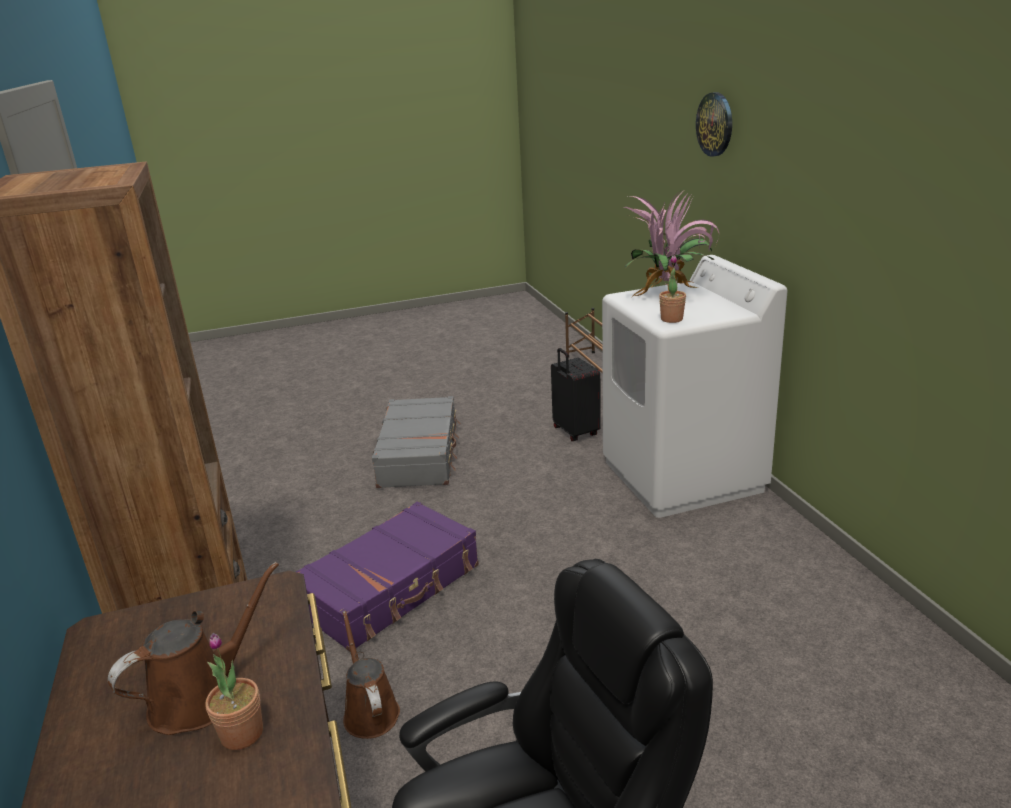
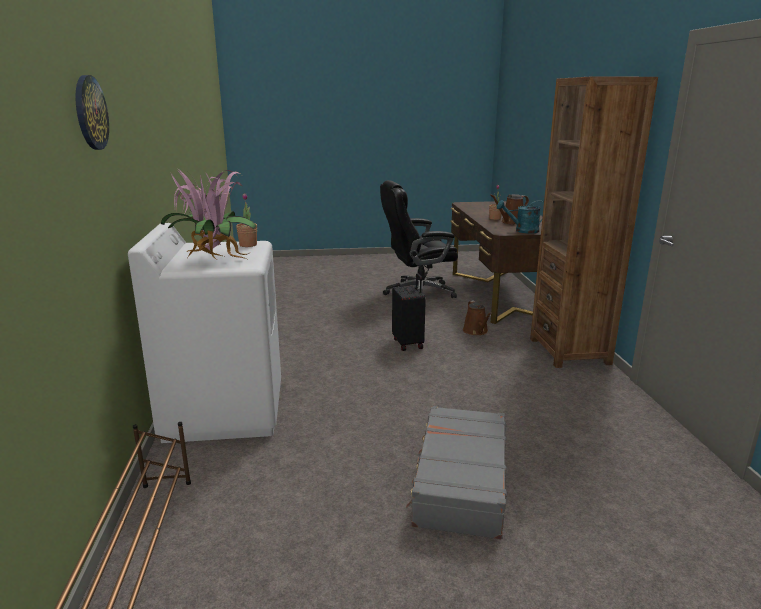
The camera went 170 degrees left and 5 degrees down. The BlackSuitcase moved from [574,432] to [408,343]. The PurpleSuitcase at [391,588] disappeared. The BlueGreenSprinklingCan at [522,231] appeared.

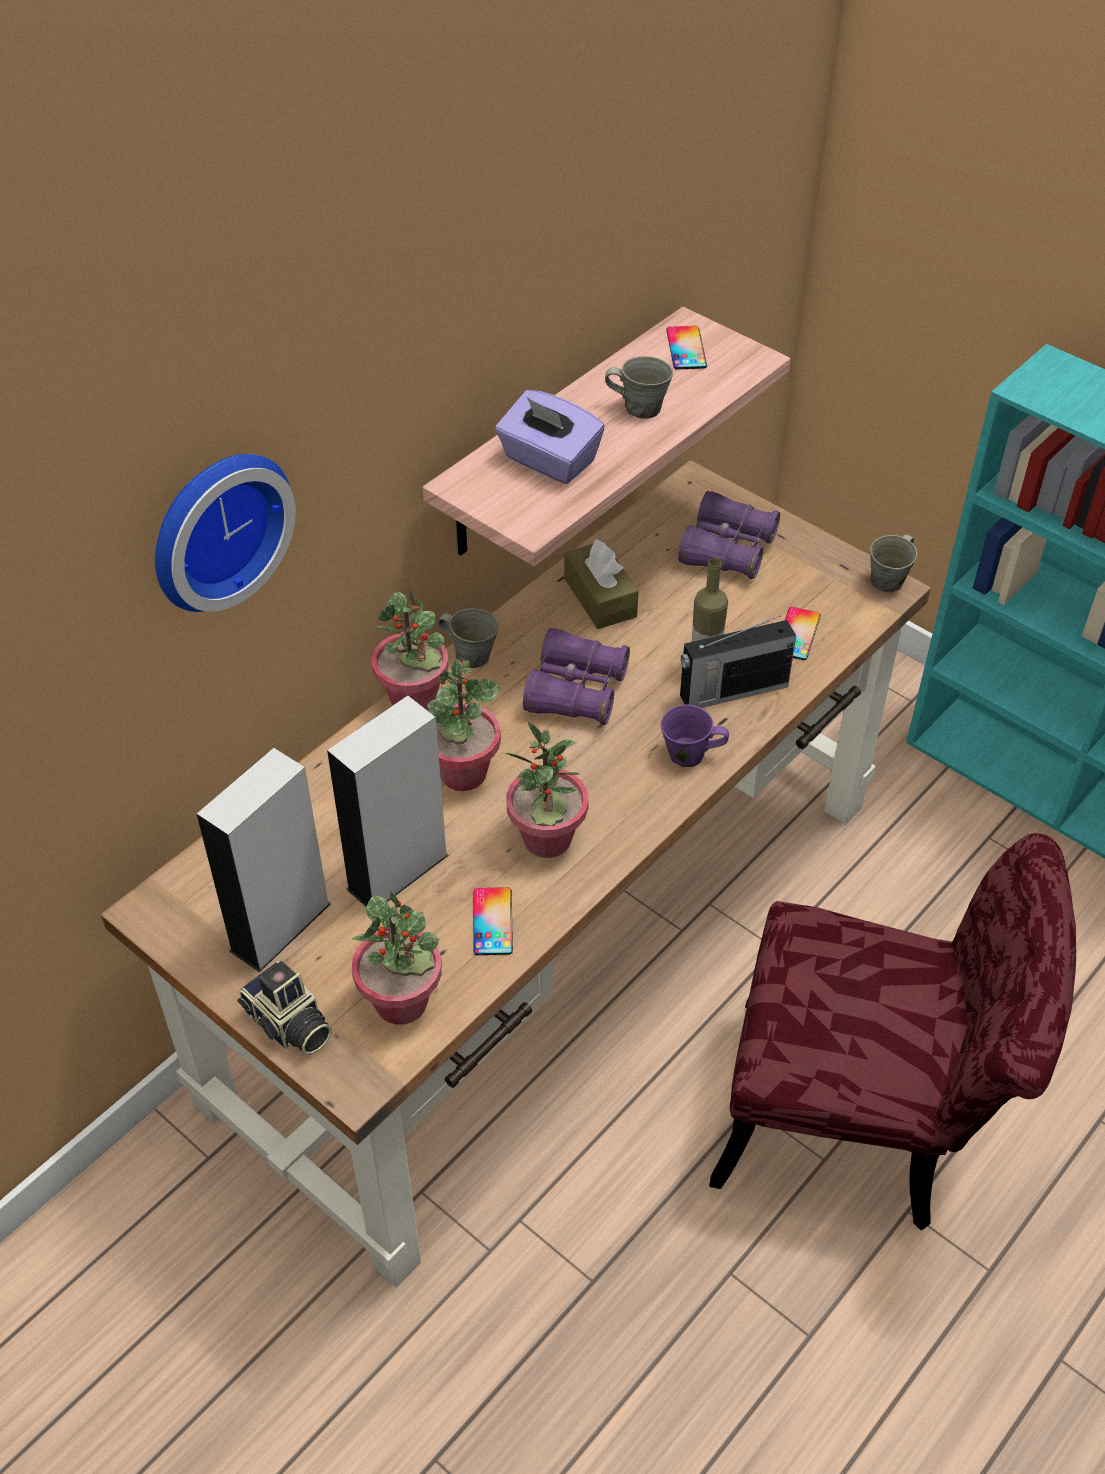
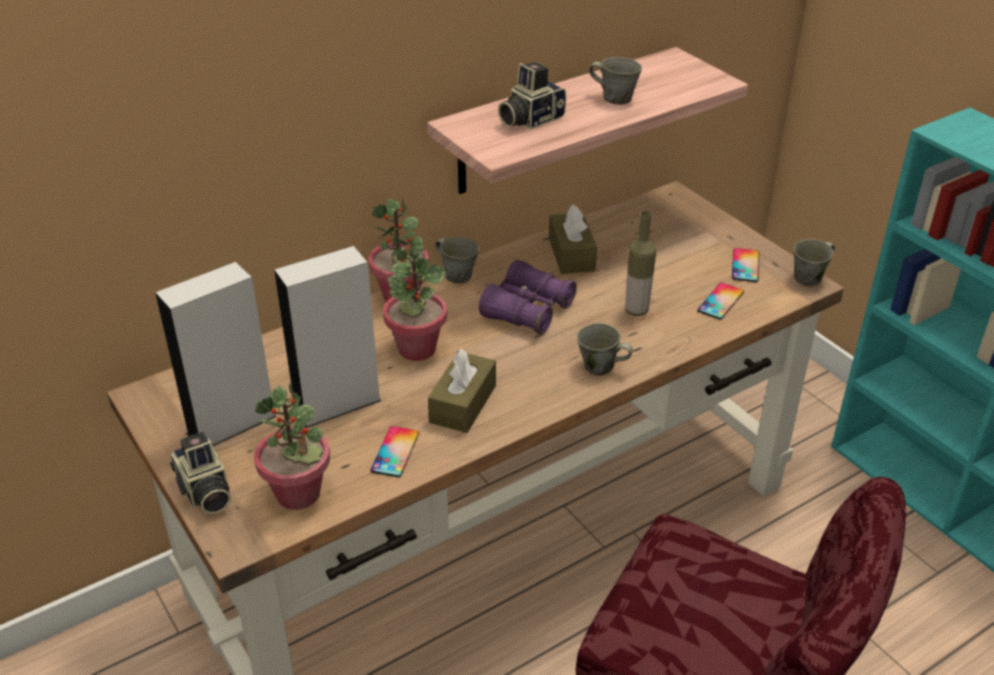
The camera went 15 degrees right and 10 degrees down. The Handset moved from [686,348] to [745,265]. The PurpleBoxOfTissues at [549,461] was replaced by the StillCamera at [529,119]. The WallClock at [214,527] disappeared. The PurpleFieldGlasses at [727,550] disappeared. The RadioSet at [731,691] disappeared. The PurpleCoffeeMug at [689,755] became the GreyishCoffeeMug at [600,367]. The PlantInAPot at [547,839] was replaced by the BrownBoxOfTissues at [463,404].

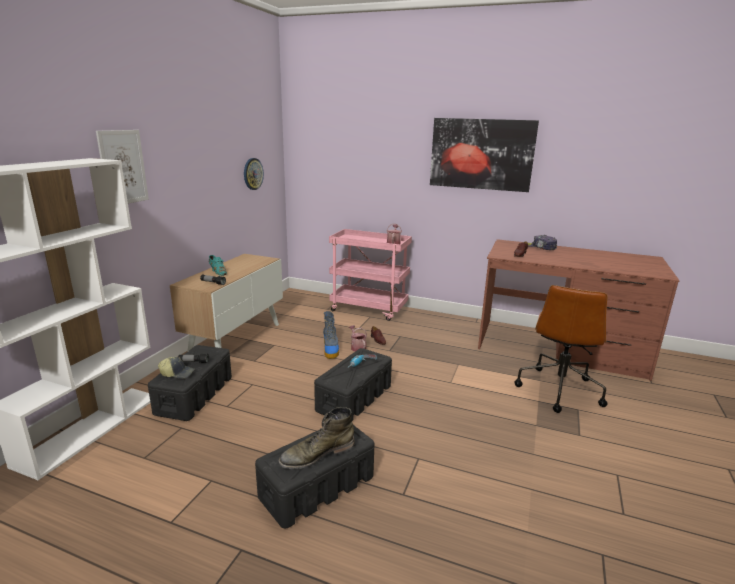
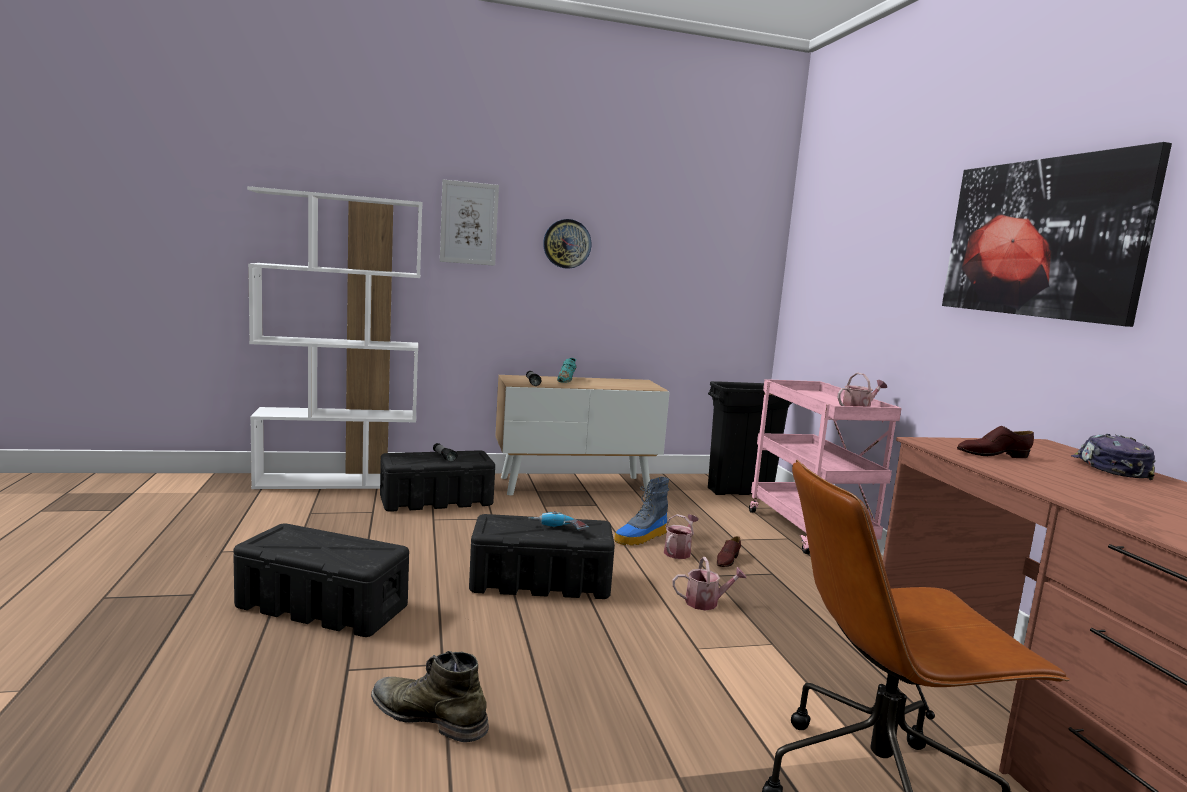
The camera went 55 degrees right and 10 degrees down. The WallClock moved from [253,174] to [567,243]. The BaseballCap at [177,373] disappeared. The GreenColouredHighTopBoot moved from [317,454] to [428,716]. The BlackRubbishBin at [739,492] appeared. The SprinklingCan at [706,602] appeared.

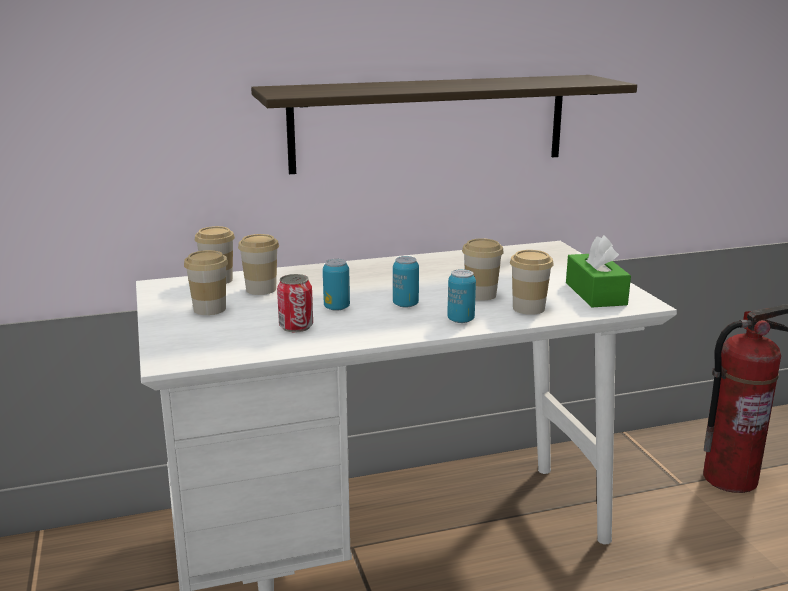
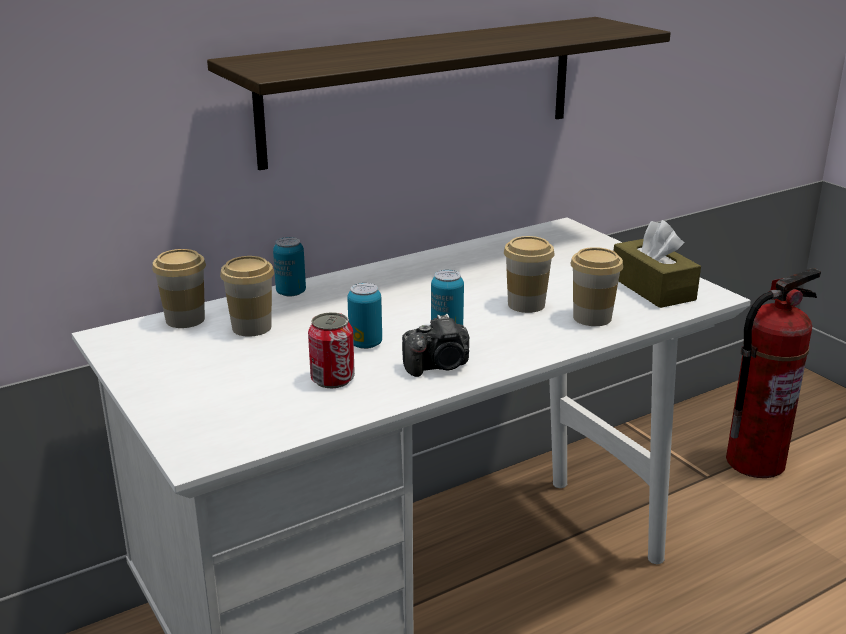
The camera went 15 degrees left and 5 degrees up. The GreenColouredBoxOfTissues at [595,294] became the BrownBoxOfTissues at [652,288]. The Cup at [209,309] disappeared. The SealedCan moved from [460,320] to [291,292]. The StillCamera at [439,366] appeared.

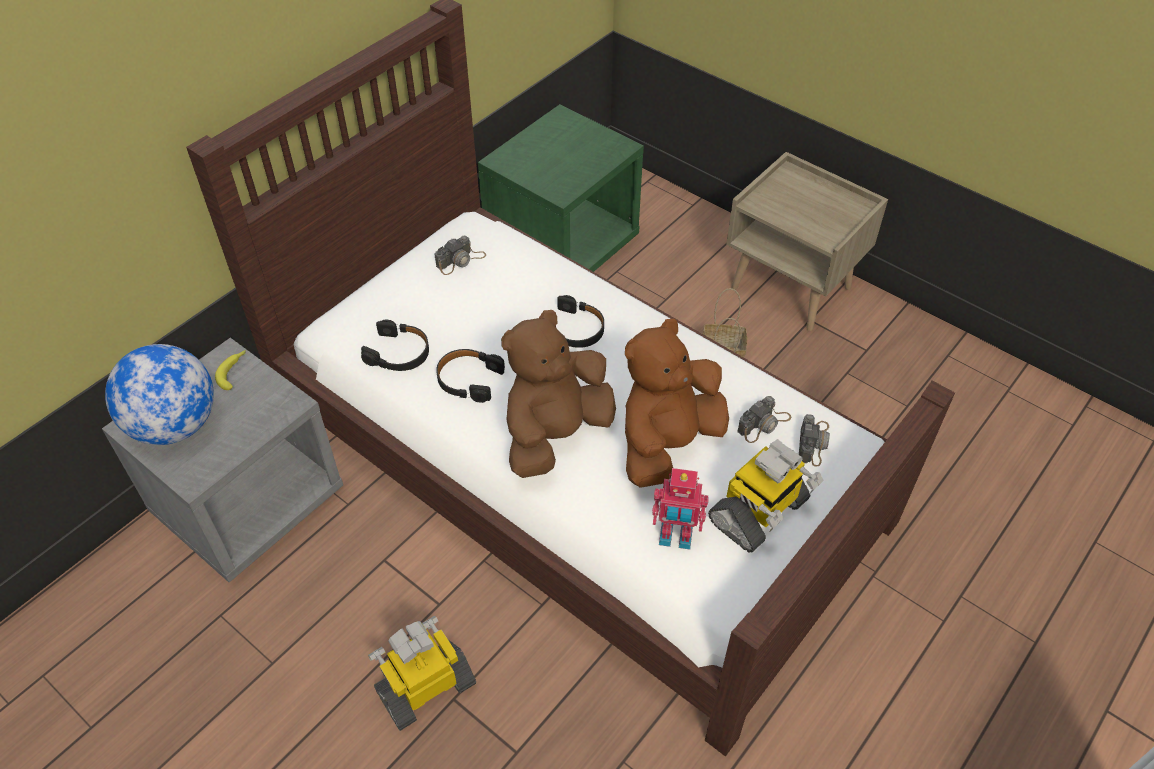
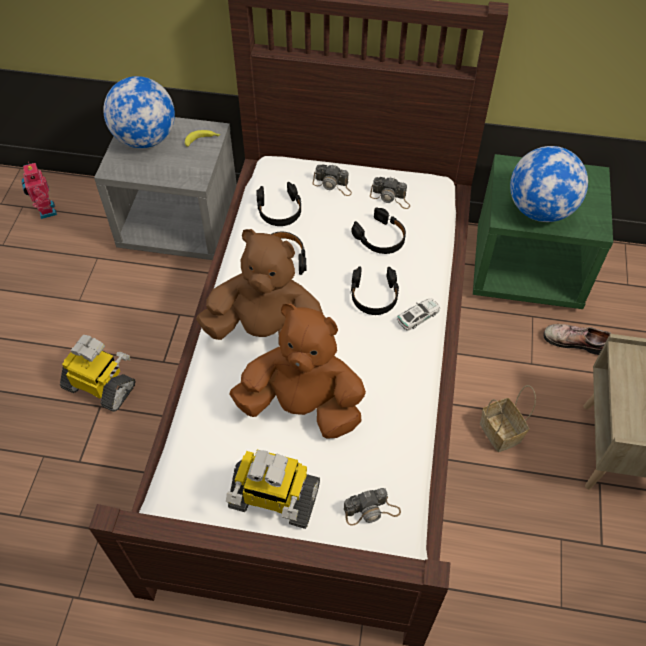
The camera went 60 degrees right and 5 degrees up. The StillCamera moved from [764,424] to [333,185]. The RobotFigure moved from [675,537] to [45,211]. The WorldGlobe at [540,210] appeared. The BlackHeadset at [380,238] appeared. The ToyCar at [418,316] appeared. The LowShoe at [576,340] appeared.

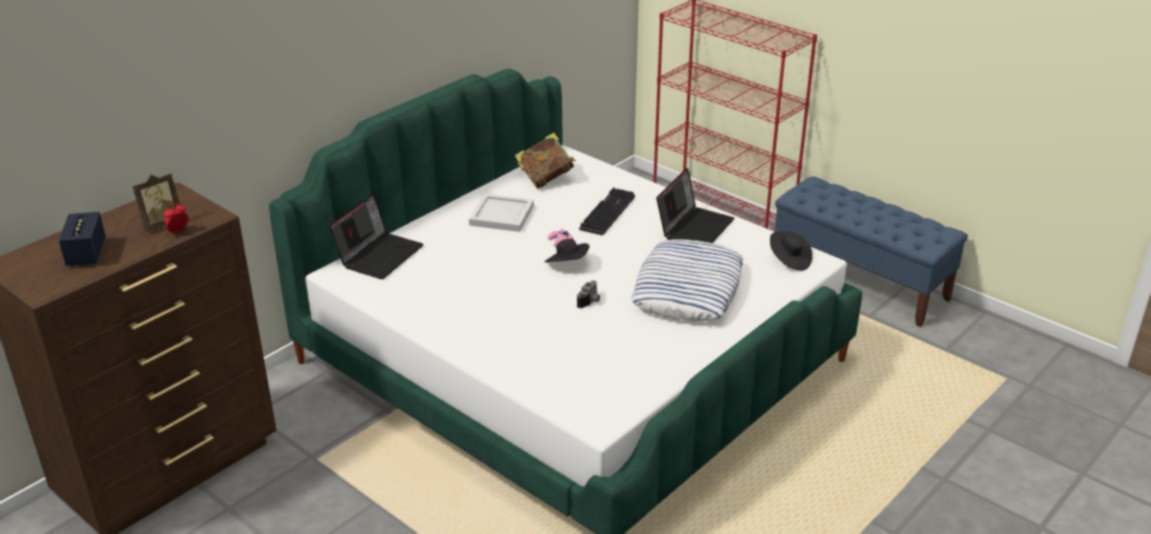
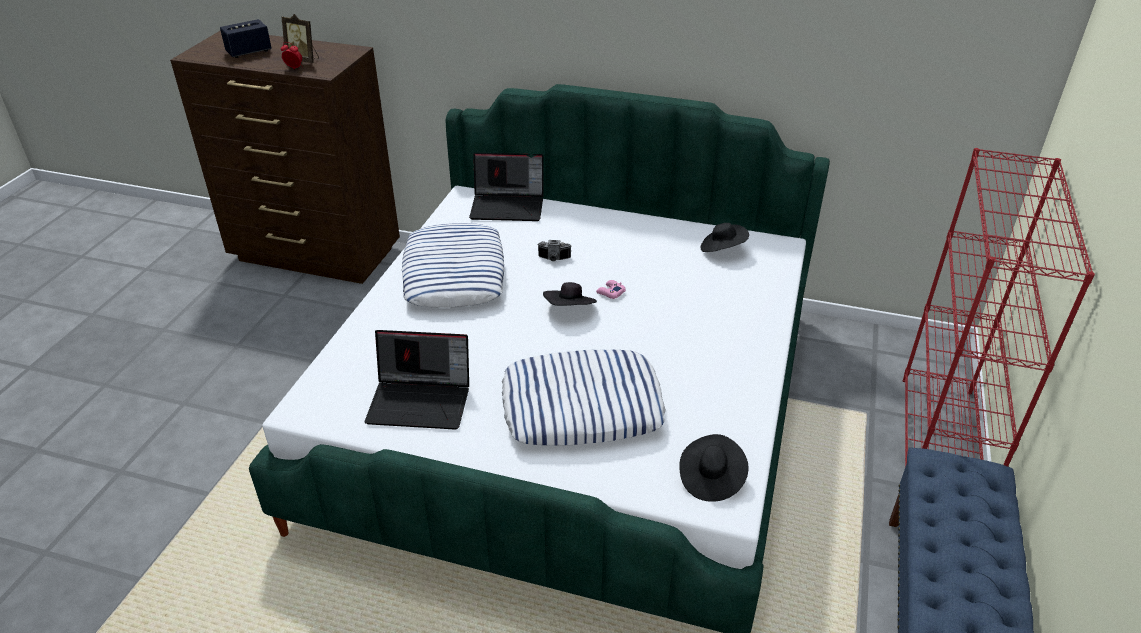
The camera went 65 degrees right and 5 degrees up. The BoundBook at [546,179] was replaced by the BlackHat at [722,249]. The Laptop moved from [694,227] to [421,401]. The PcKeyboard at [606,212] disappeared. The WhitishServingTray at [502,216] disappeared. The StillCamera moved from [591,302] to [554,259]. The ThrowPillow at [454,274] appeared.

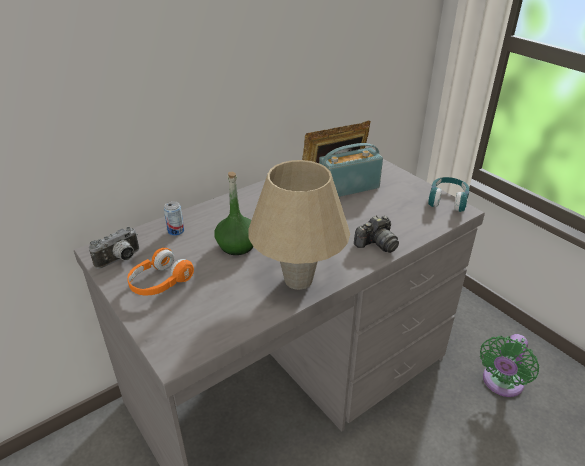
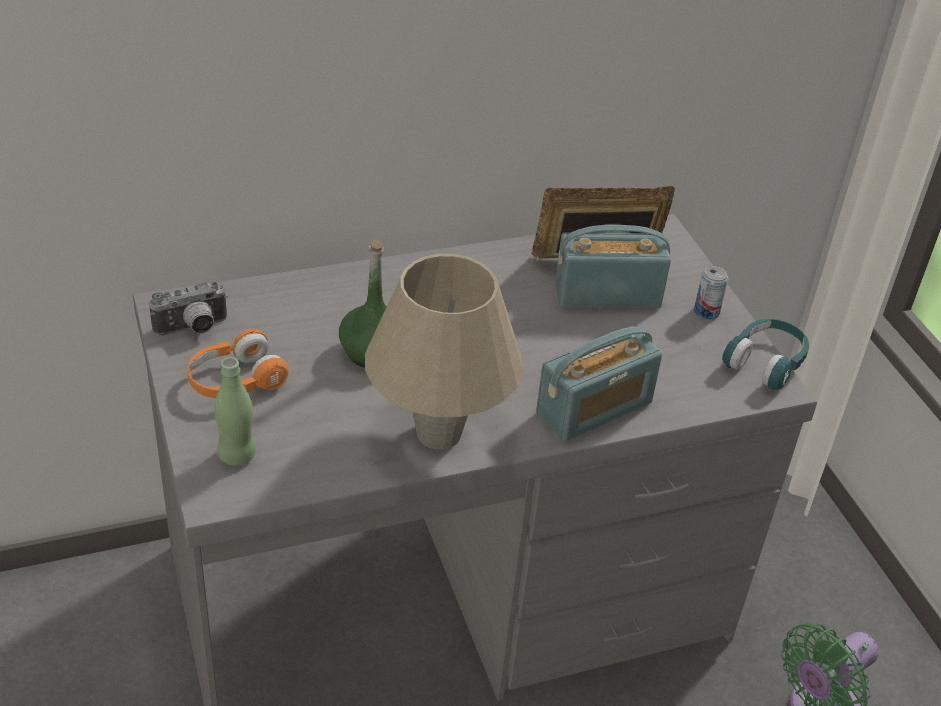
The camera went 15 degrees right and 5 degrees up. The SealedCan moved from [176,231] to [706,312]. The StillCamera at [376,244] was replaced by the RadioSet at [594,408]. The GreenColouredBeverageBottle at [237,455] appeared.

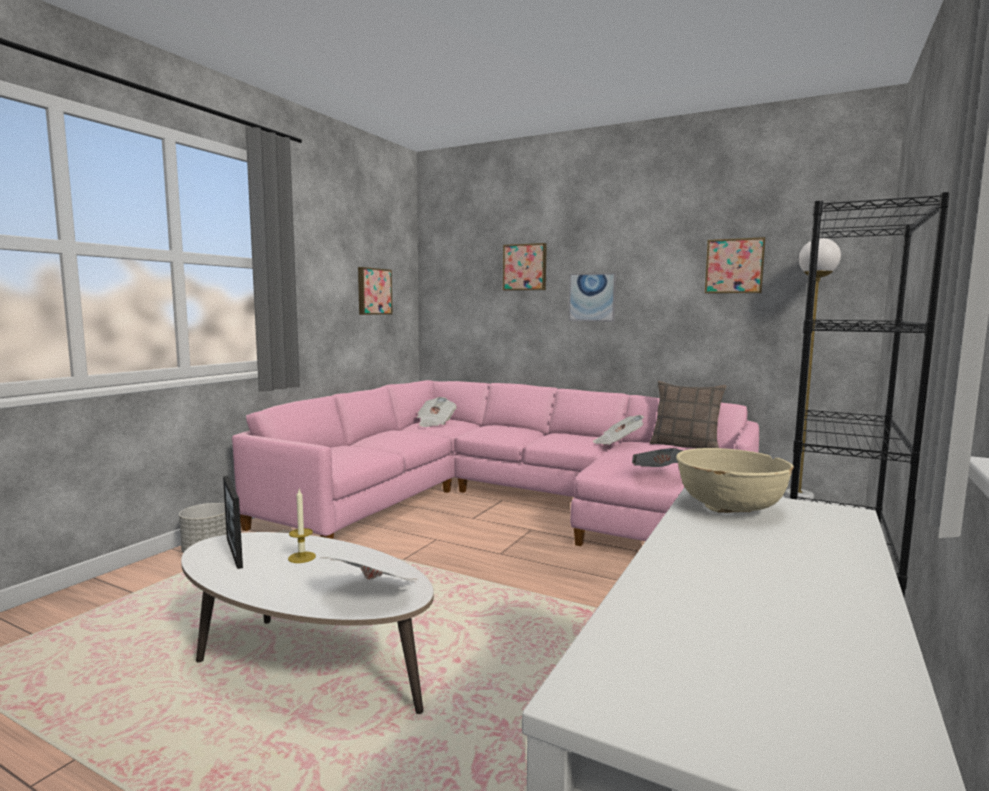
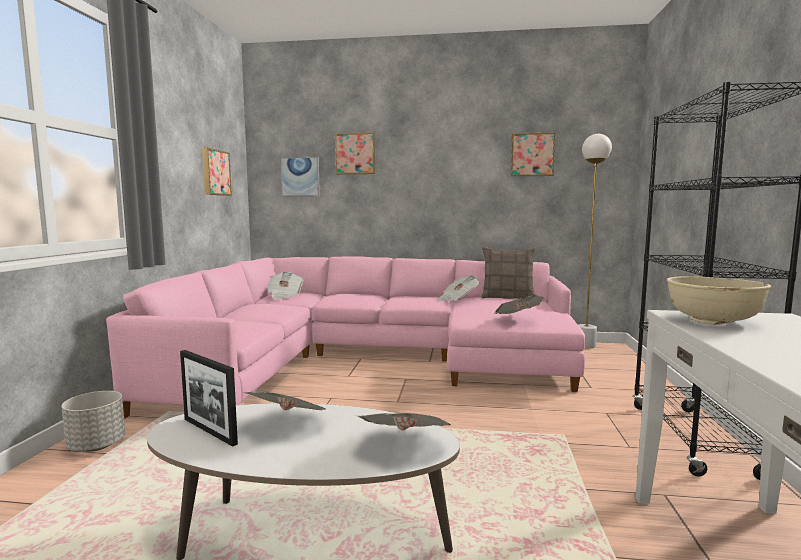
The camera went 20 degrees left and 0 degrees up. The WallPicture moved from [592,297] to [300,177]. The WaxLight at [302,557] was replaced by the PrintedPaper at [290,424].

